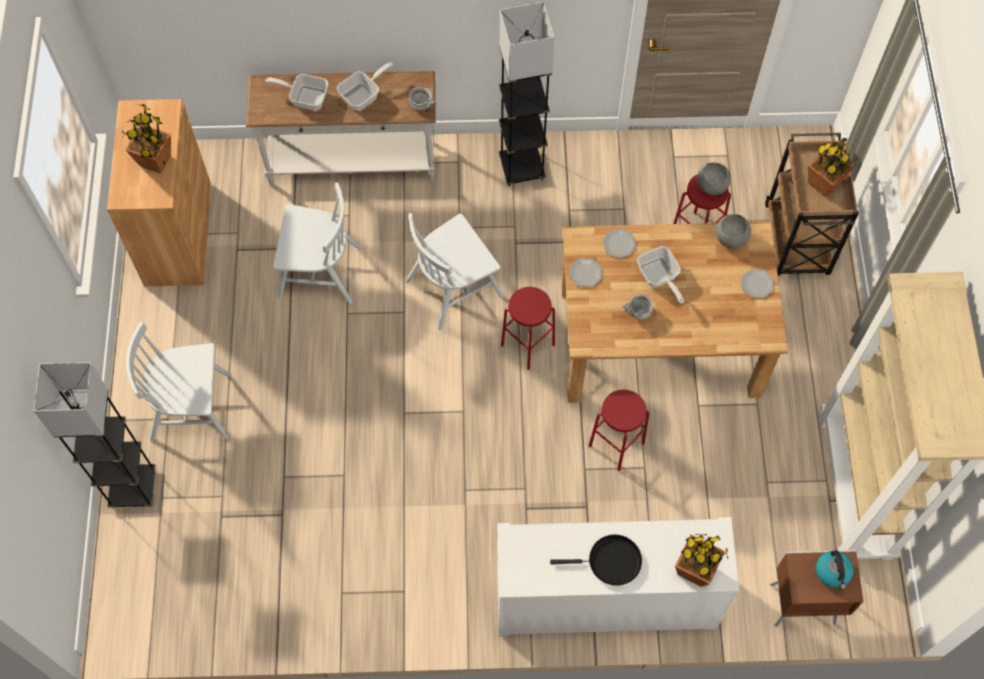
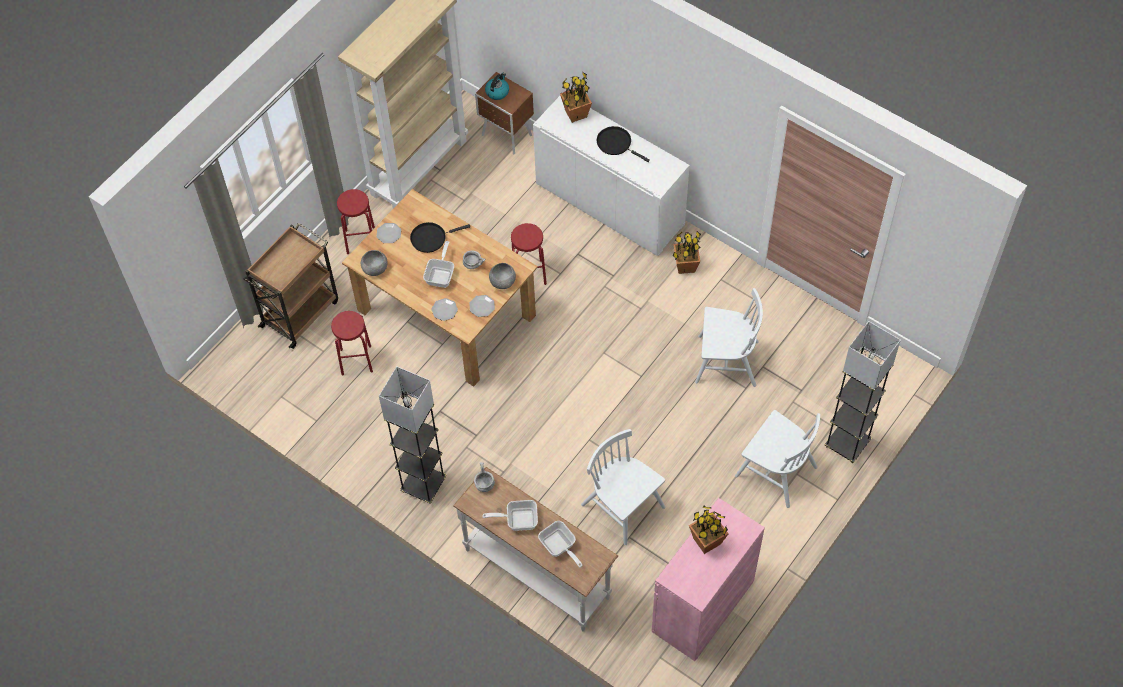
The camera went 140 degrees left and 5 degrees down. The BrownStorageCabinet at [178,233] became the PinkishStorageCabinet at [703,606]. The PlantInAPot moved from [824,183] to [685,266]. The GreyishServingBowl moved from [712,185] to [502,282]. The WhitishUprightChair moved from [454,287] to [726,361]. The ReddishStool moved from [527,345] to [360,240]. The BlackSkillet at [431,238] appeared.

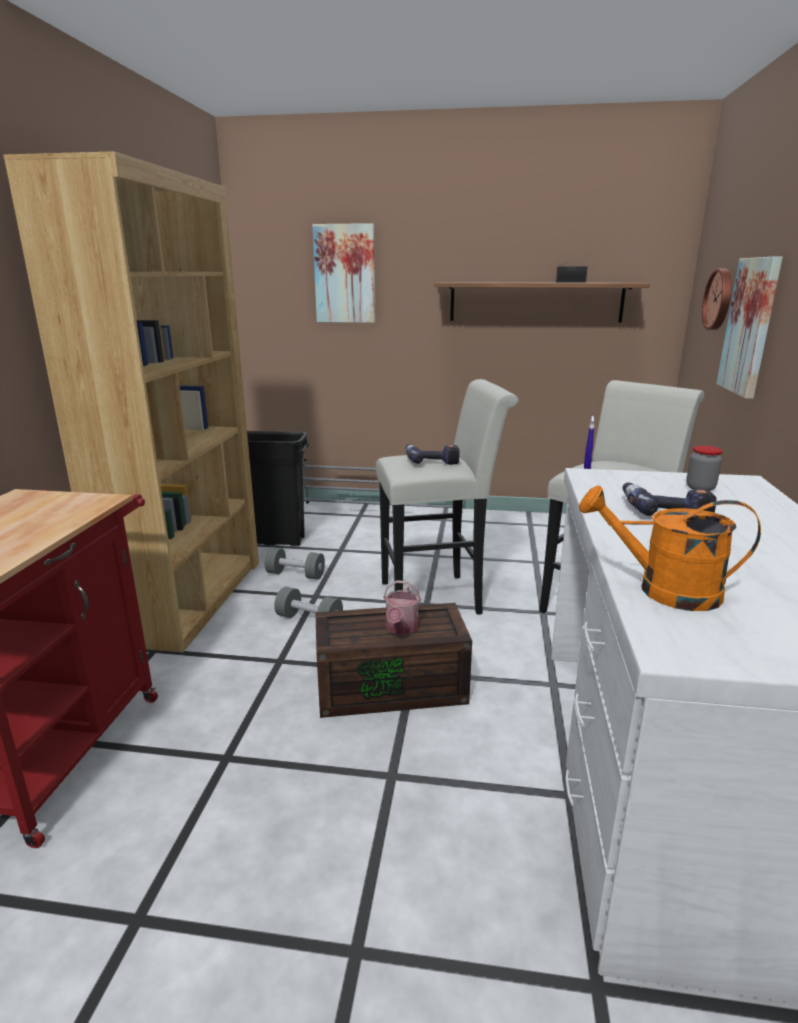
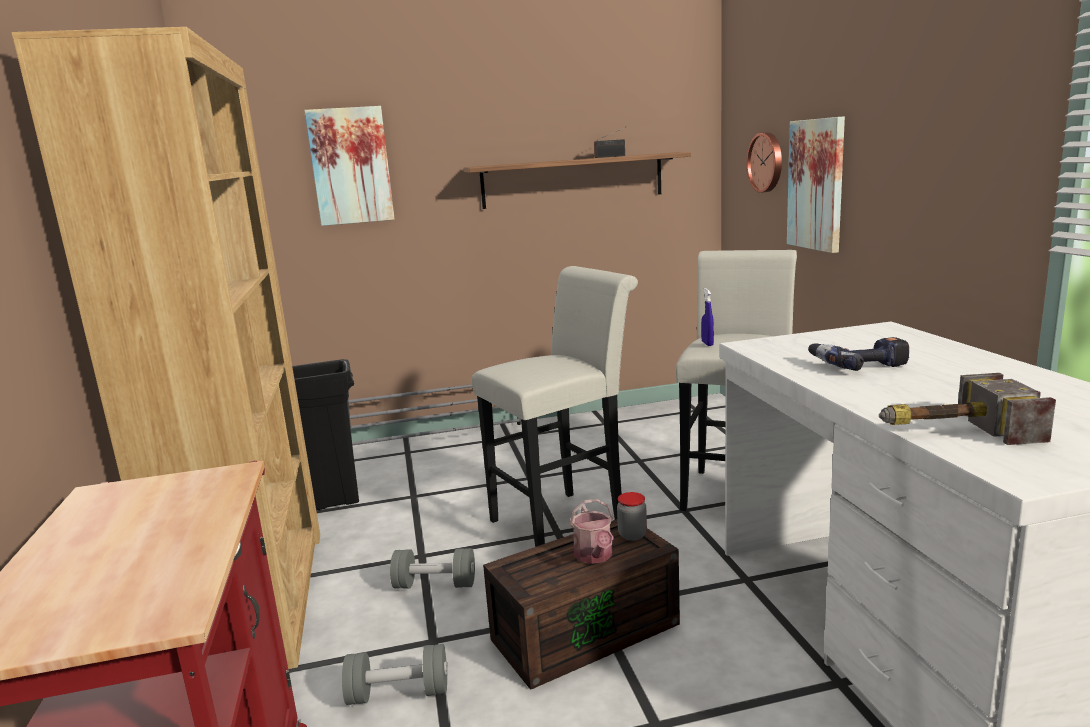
The camera went 20 degrees left and 5 degrees down. The ElectricDrill at [431,461] disappeared. The Jar moved from [700,488] to [632,535]. The OrangeySprinklingCan at [663,590] was replaced by the HandHammer at [949,431]. The GreyishDumbbell moved from [295,575] to [399,693].

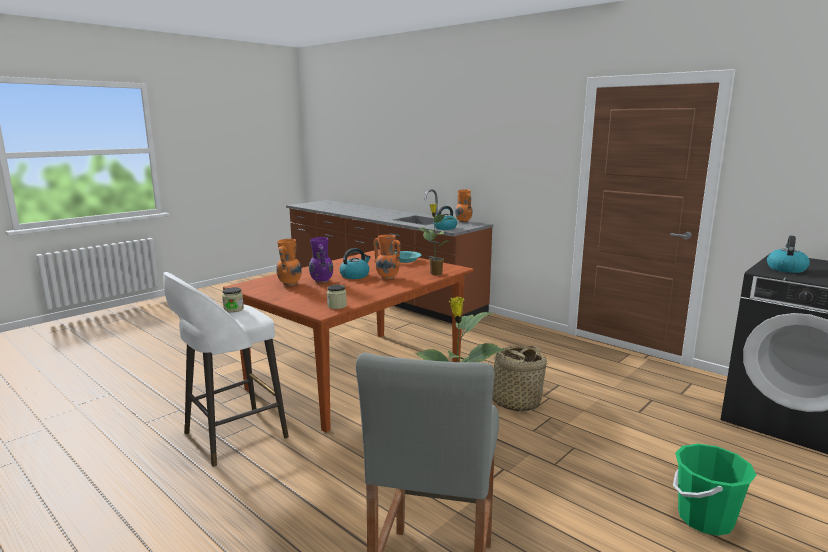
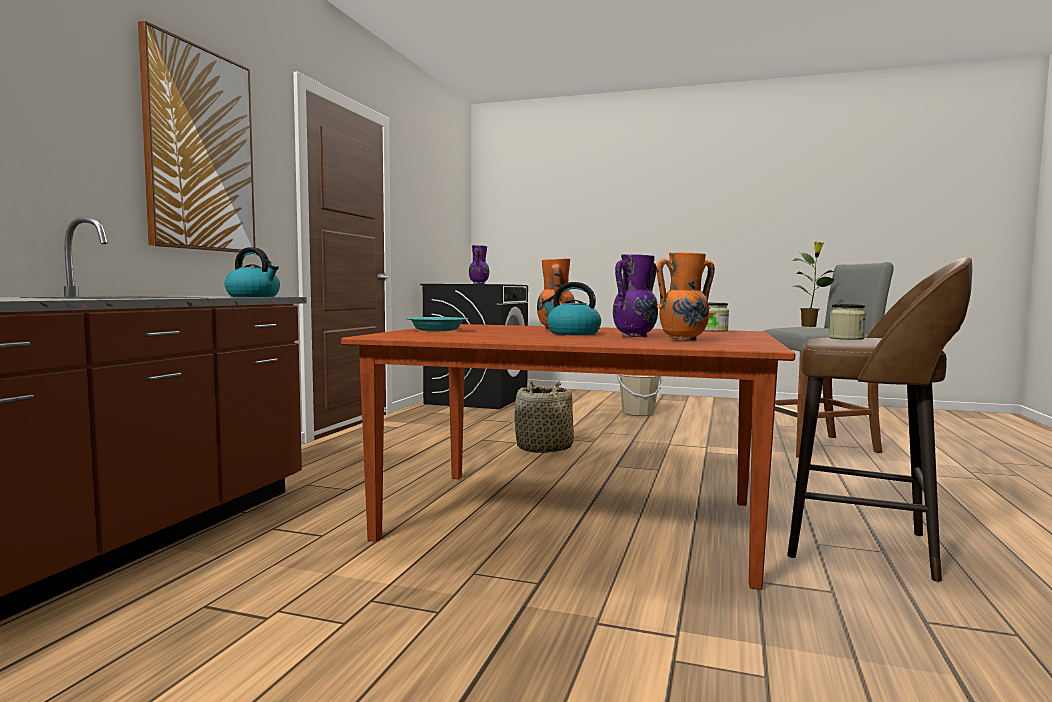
The camera went 115 degrees left and 10 degrees down. The OrangeyDecorativeVase at [463,221] disappeared. The PlantInAPot at [435,273] disappeared. The Kettle at [786,269] was replaced by the PurpleDecorativeVase at [479,283]. The WhitishStool at [232,436] became the BrownStool at [864,547]. The GreenColouredBucket at [705,519] became the SandColouredBucket at [638,413]. The WallPicture at [200,150] appeared.

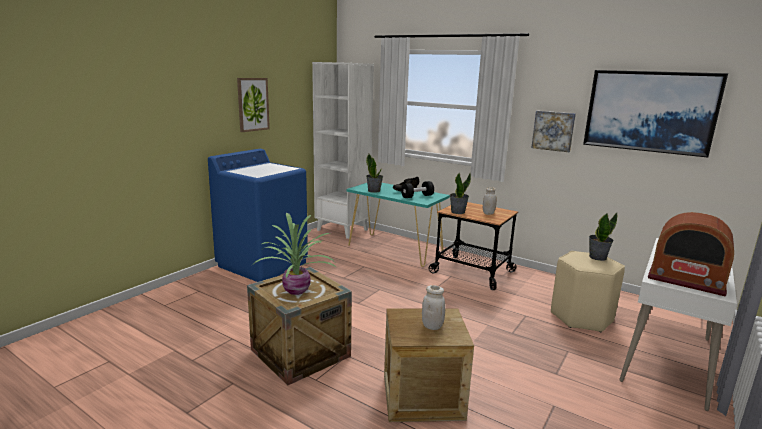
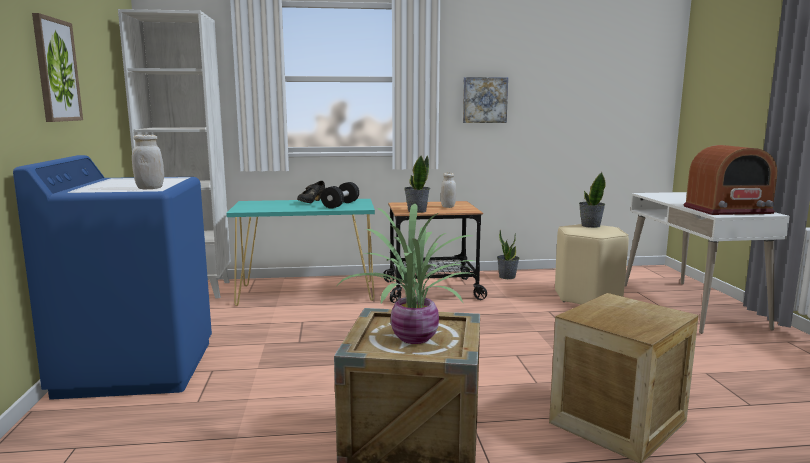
The camera went 40 degrees left and 5 degrees down. The WallPicture at [650,111] disappeared. The PlantInAPot moved from [374,191] to [507,277]. The WhitishJar moved from [432,326] to [150,188].

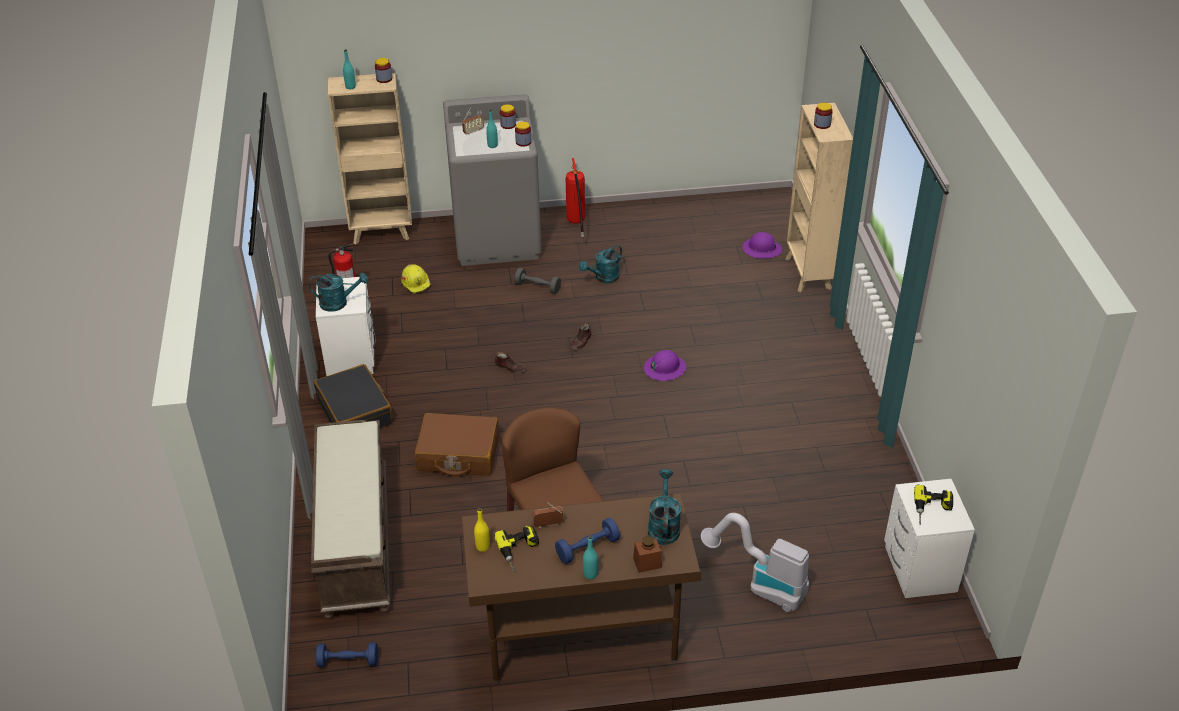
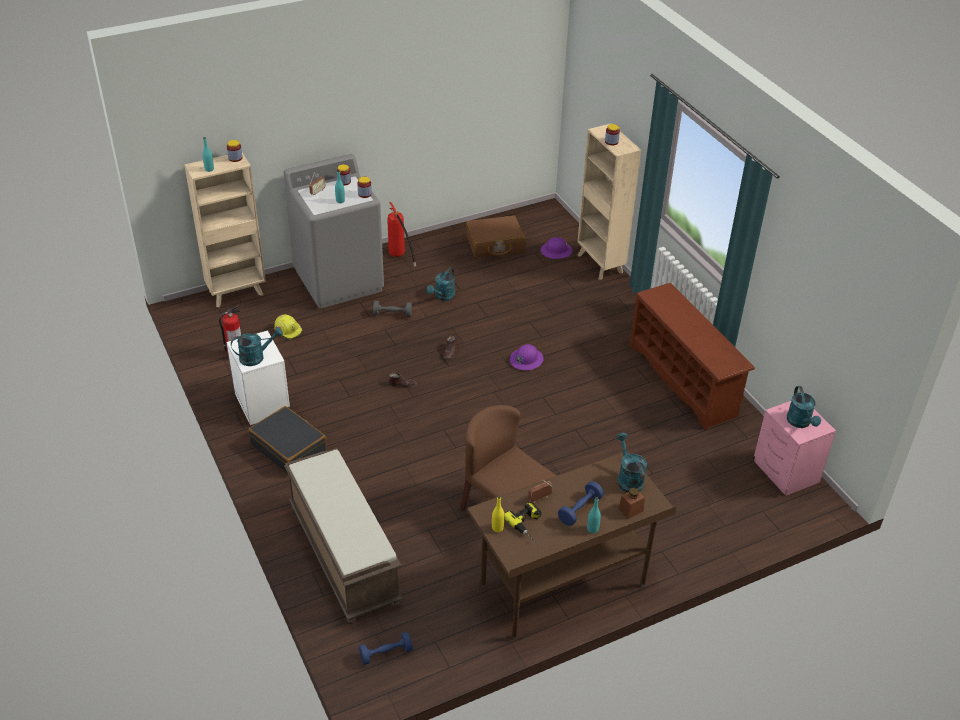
The camera went 20 degrees left and 0 degrees up. The BrownSuitcase moved from [458,454] to [494,244]. The WhitishNightTable at [919,570] became the PinkishNightTable at [786,473]. The ElectricDrill at [932,510] was replaced by the BlueGreenSprinklingCan at [800,423]. The Vacuum at [759,584] disappeared. The BrownShoeShelf at [684,380] appeared.

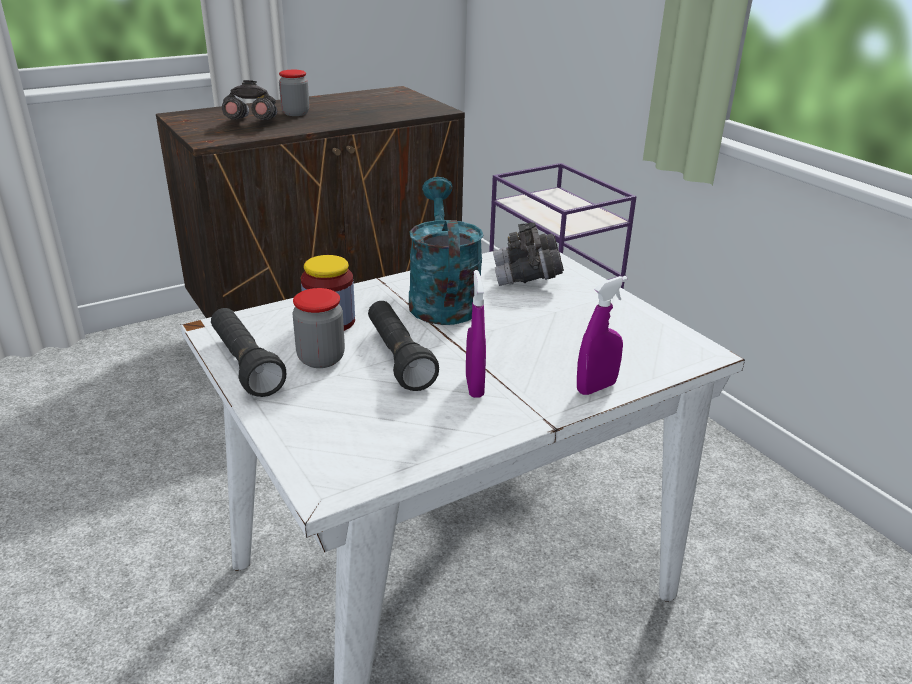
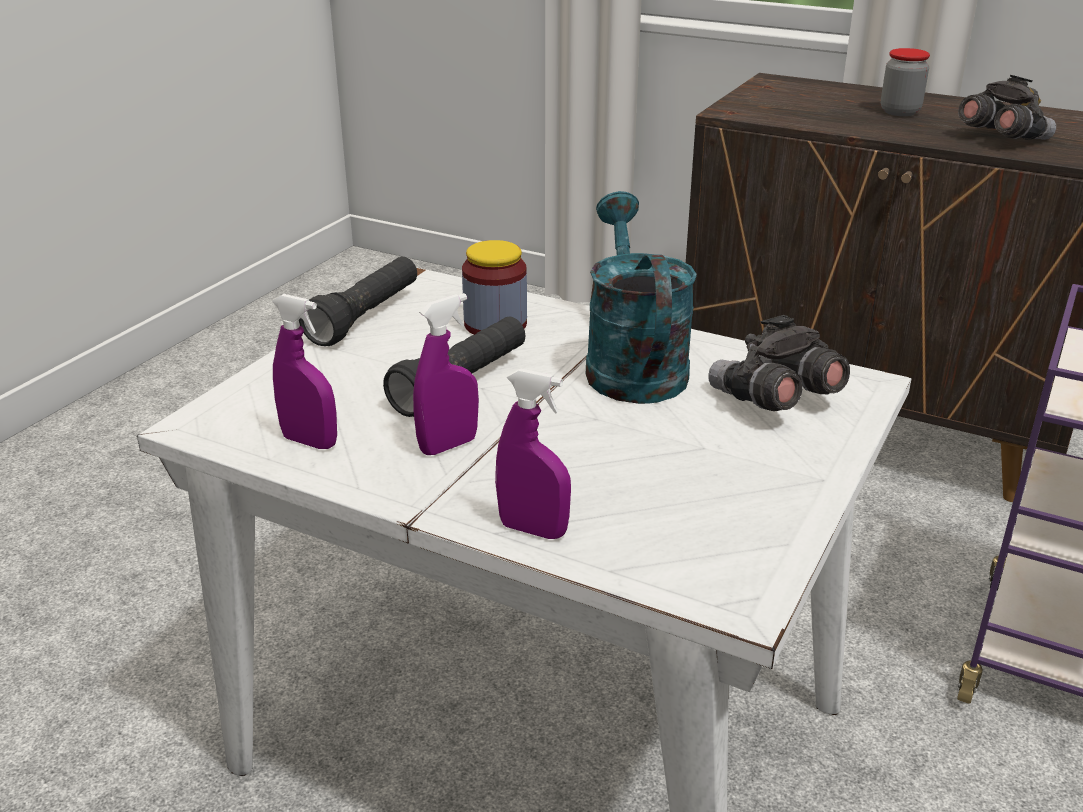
The camera went 60 degrees right and 0 degrees up. The GreyishFieldGlasses moved from [251,123] to [1002,138]. The BlueGreenSprinklingCan at [442,298] turned 60 degrees counterclockwise. The Jar at [321,359] disappeared. The PurpleSprayBottle at [310,442] appeared.

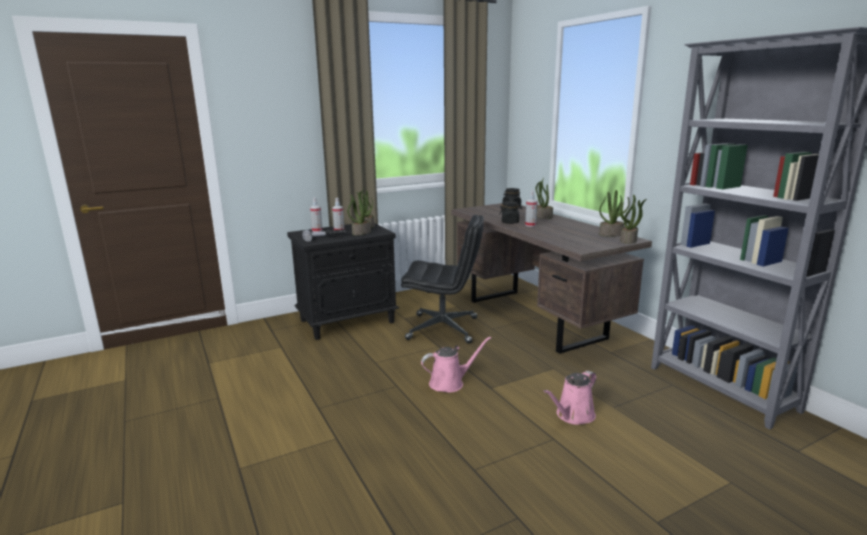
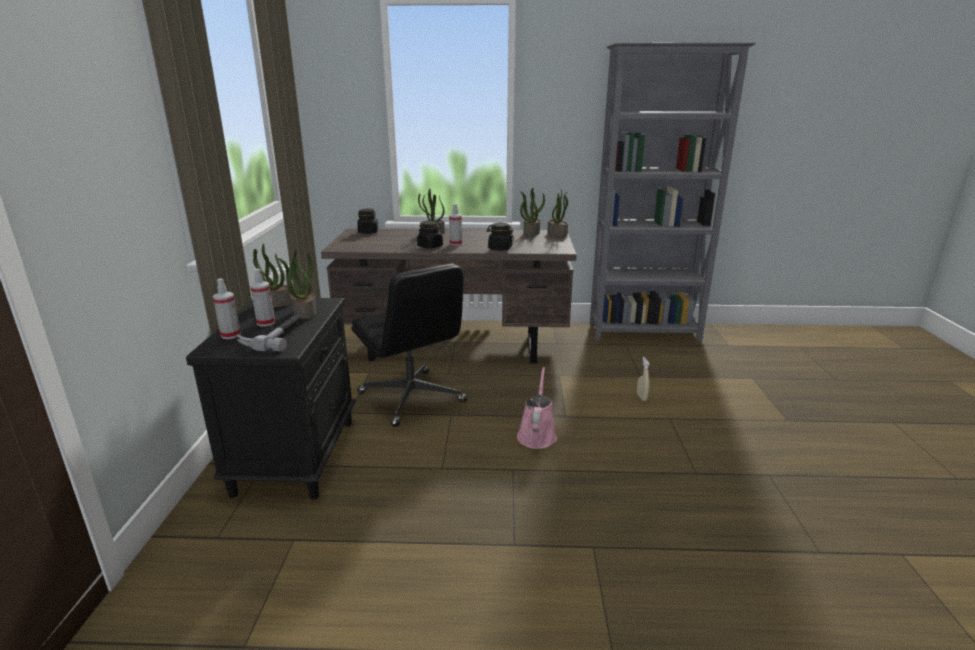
The camera went 60 degrees left and 5 degrees up. The BlackComputerChair at [444,328] turned 105 degrees clockwise. The PinkishSprinklingCan at [573,416] was replaced by the SandColouredSprayBottle at [641,397]. The BlackJar at [500,248] appeared.

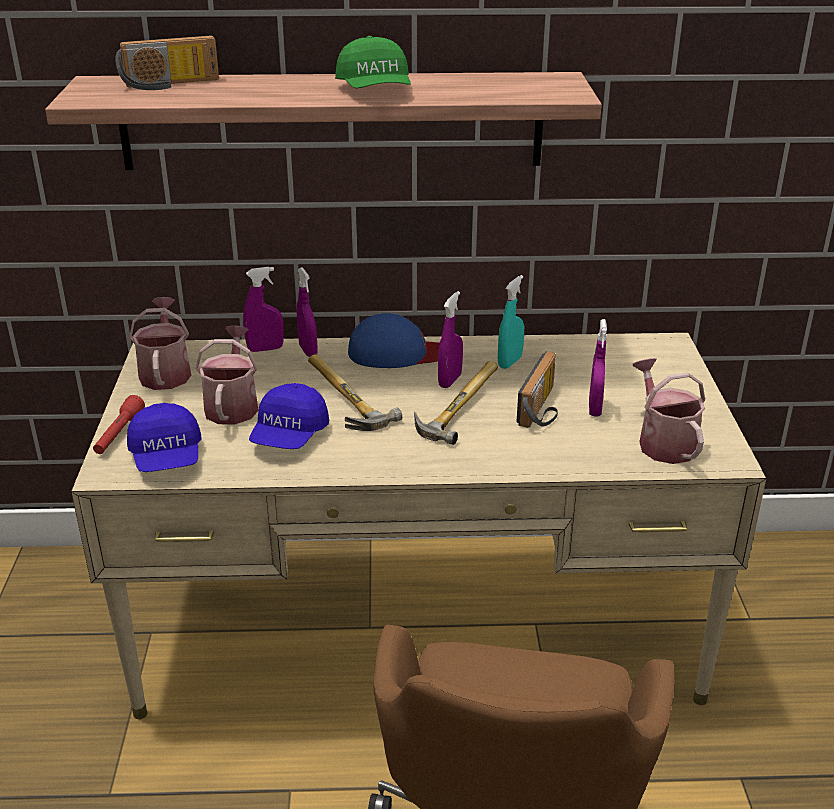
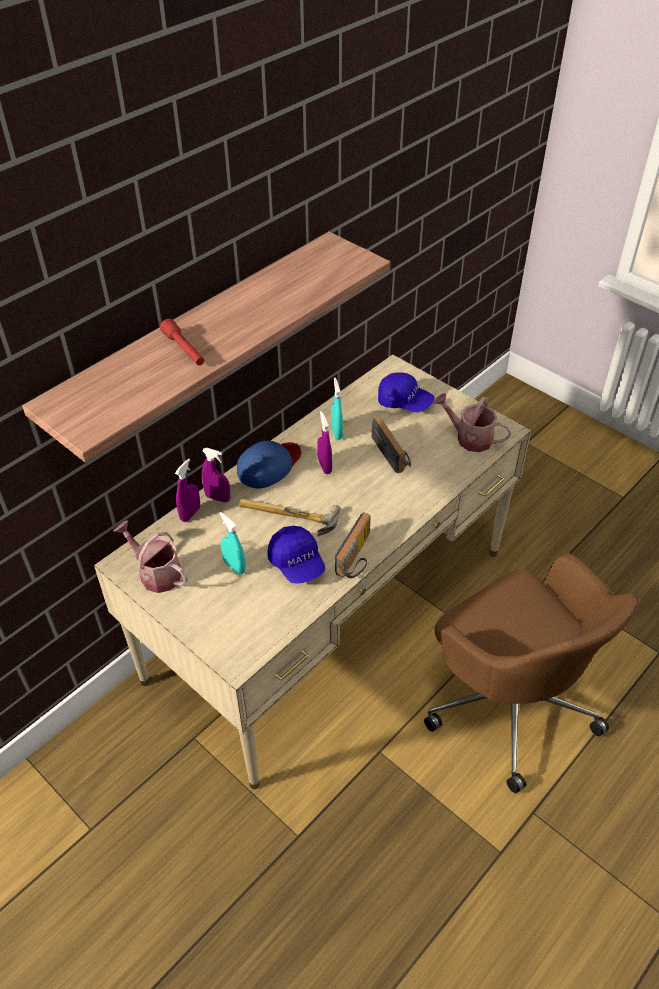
The camera went 45 degrees left and 15 degrees up. The RadioSet moved from [170,85] to [357,557]. The GreenColouredBaseballCap at [375,90] disappeared. The PurpleSprayBottle at [594,409] disappeared. The SprinklingCan at [232,405] was replaced by the BlueGreenSprayBottle at [234,566]. The HandHammer at [455,405] disappeared. The ReddishTorch moved from [119,434] to [184,350]. The BluishBaseballCap moved from [167,457] to [404,402].

